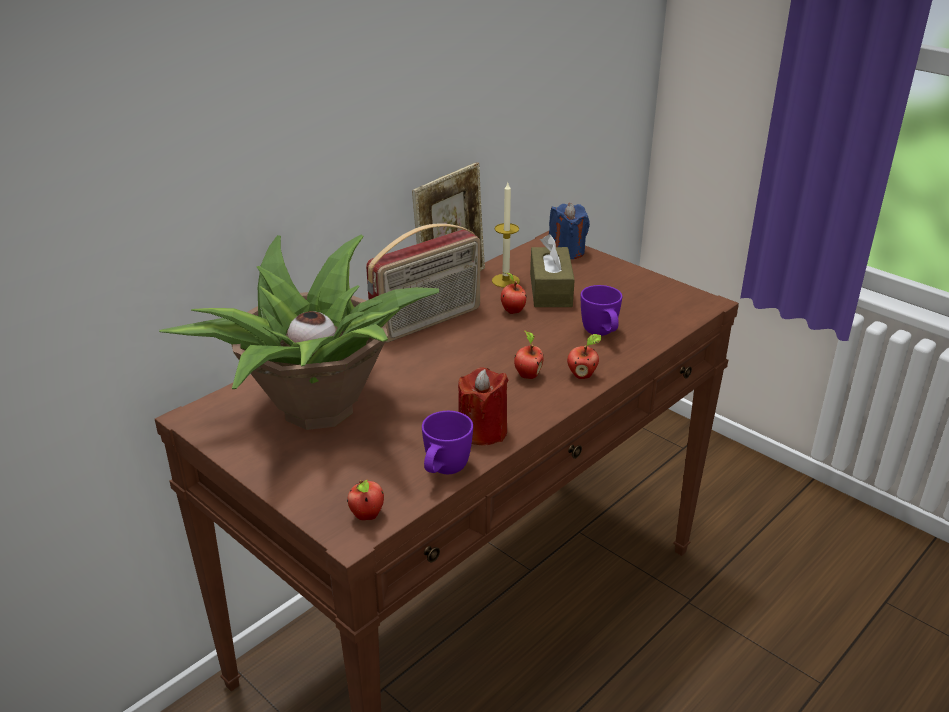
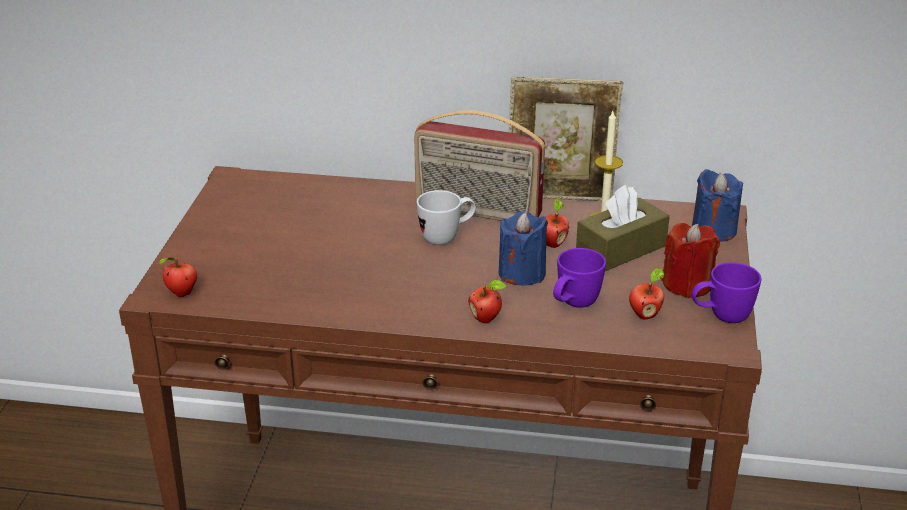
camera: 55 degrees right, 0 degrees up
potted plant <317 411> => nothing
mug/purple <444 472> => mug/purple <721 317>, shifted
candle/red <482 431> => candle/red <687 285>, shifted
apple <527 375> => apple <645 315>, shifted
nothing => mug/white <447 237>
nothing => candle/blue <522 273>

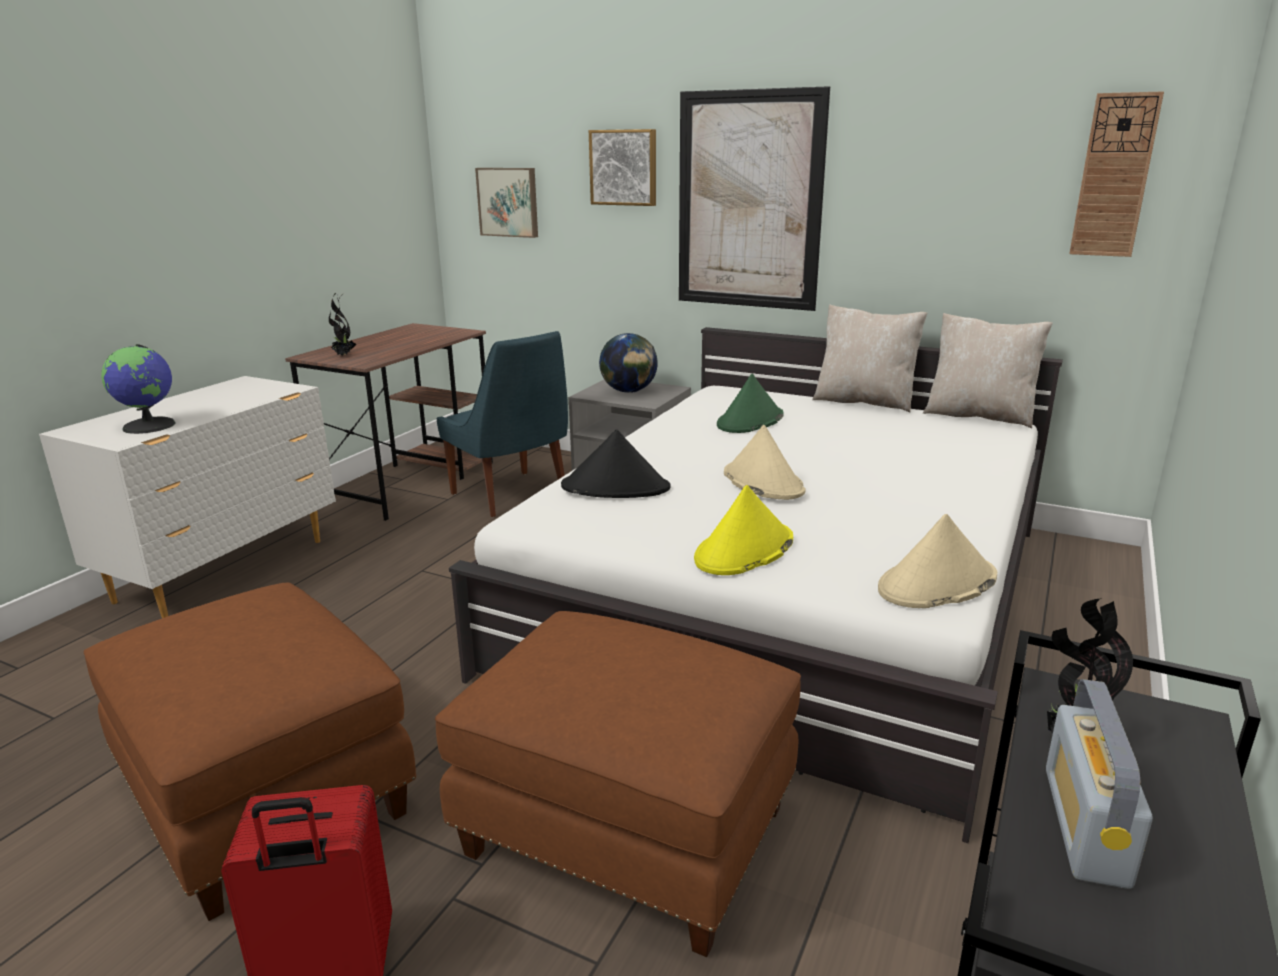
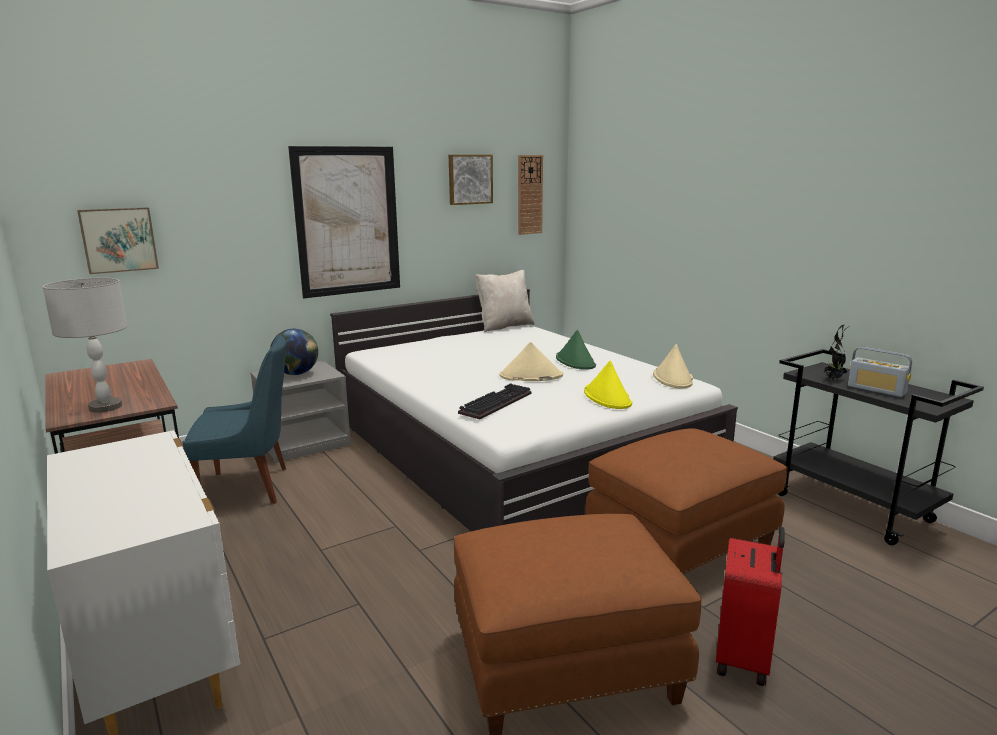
camera: 60 degrees left, 5 degrees down
globe <150 426> => nothing
potted plant <343 355> => table lamp/grey <105 407>
hat/black <616 488> => keyboard <495 402>
picture <624 167> => picture <469 179>, shifted
hat/green <750 421> => hat/green <575 361>, shifted
pillow/beige <864 402> => nothing

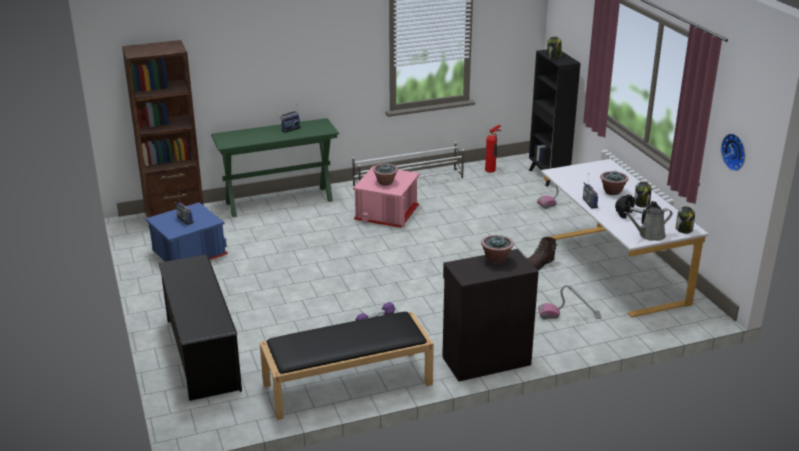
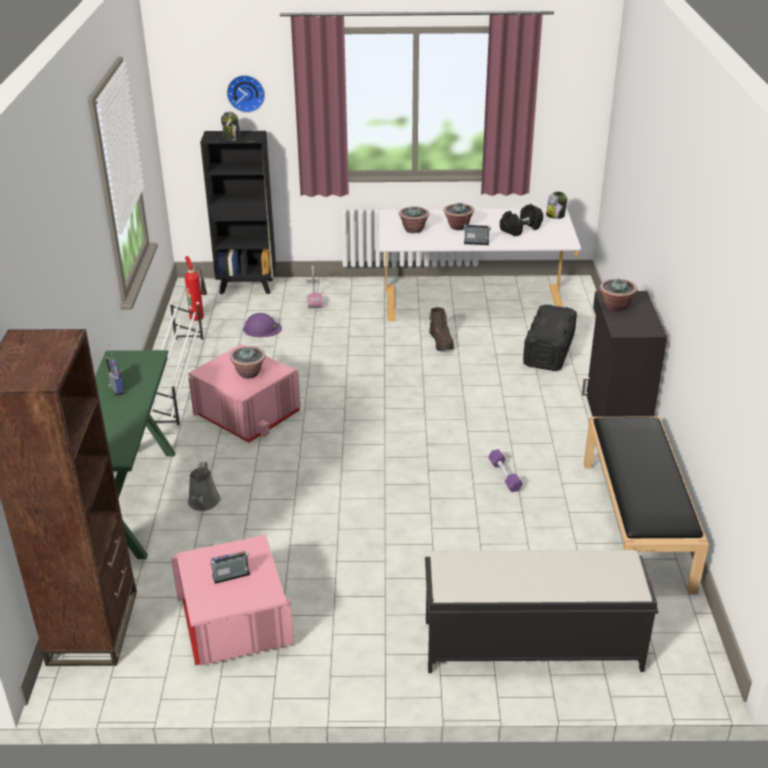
camera: 70 degrees left, 5 degrees up
storage box/blue <188 254> => storage box/pink <233 625>
shoe rack/black <202 353> => bench/black <529 645>
vacuum cleaner <569 315> => storage box/black <549 350>
watering can/grey <649 235> => watering can/grey <203 503>, shifted
jar <642 204> => nothing
wall clock <735 151> => wall clock <246 92>, shifted
nothing => hard hat/purple <262 329>
nothing => potted plant <413 230>

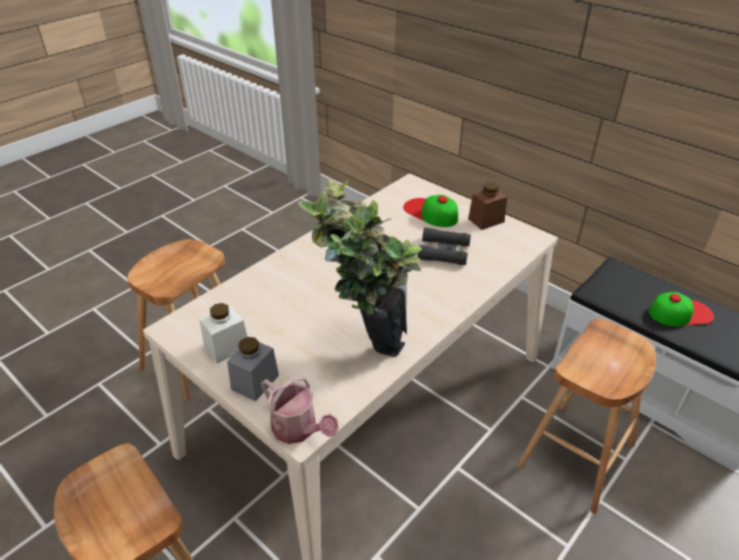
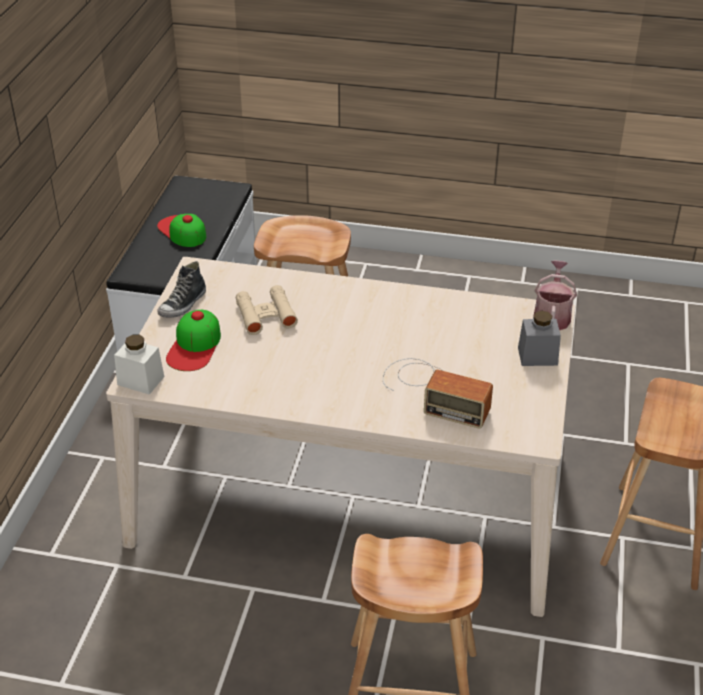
camera: 120 degrees left, 0 degrees up
jar/white <227 347> => jar/white <141 380>, shifted
potted plant <363 341> => nothing
binoculars/black <443 252> => binoculars/beige <266 315>
jar/brown <486 220> => shoe <183 305>
nothing => radio <433 391>

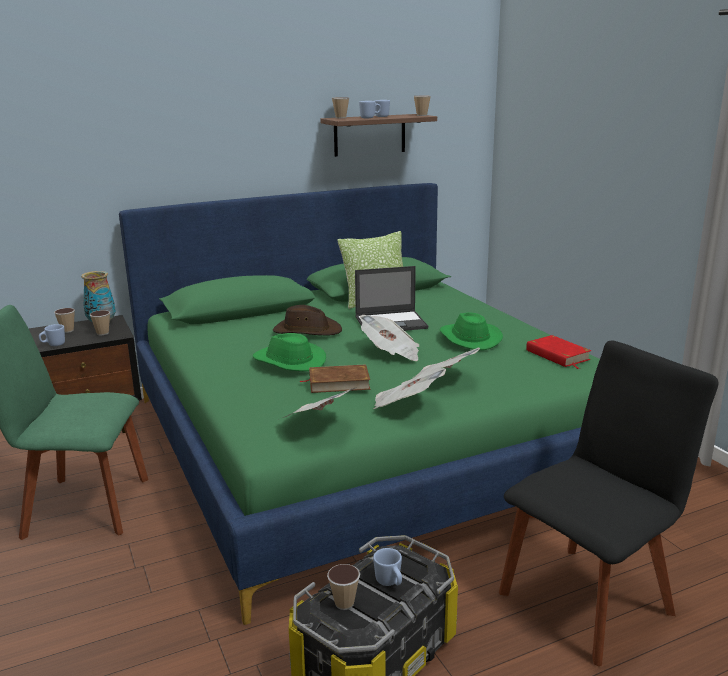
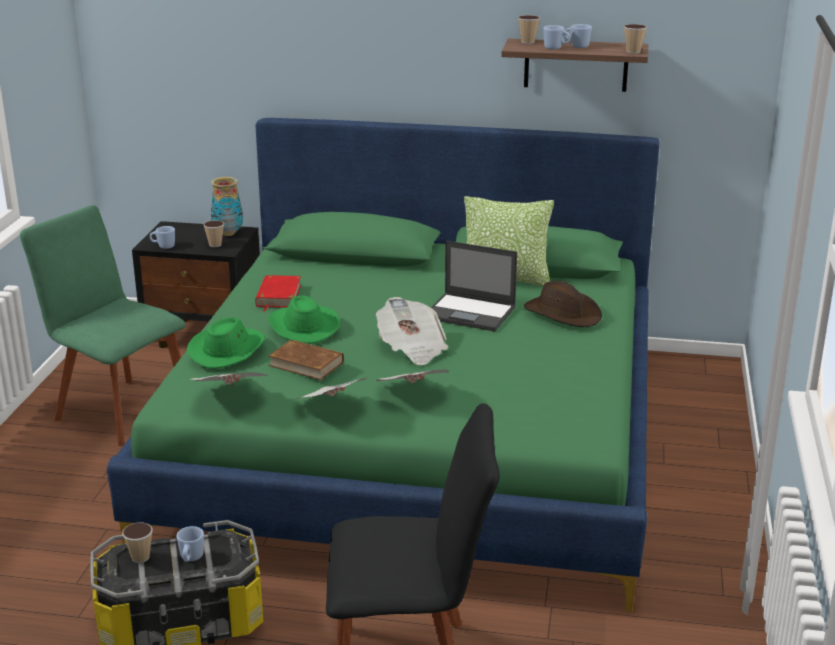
camera: 35 degrees right, 5 degrees up
cup <67 330> => nothing
hat/brown <307 331> => hat/brown <563 313>, shifted
hat/green <469 338> => hat/green <227 350>, shifted
book/red <557 355> => book/red <278 296>, shifted

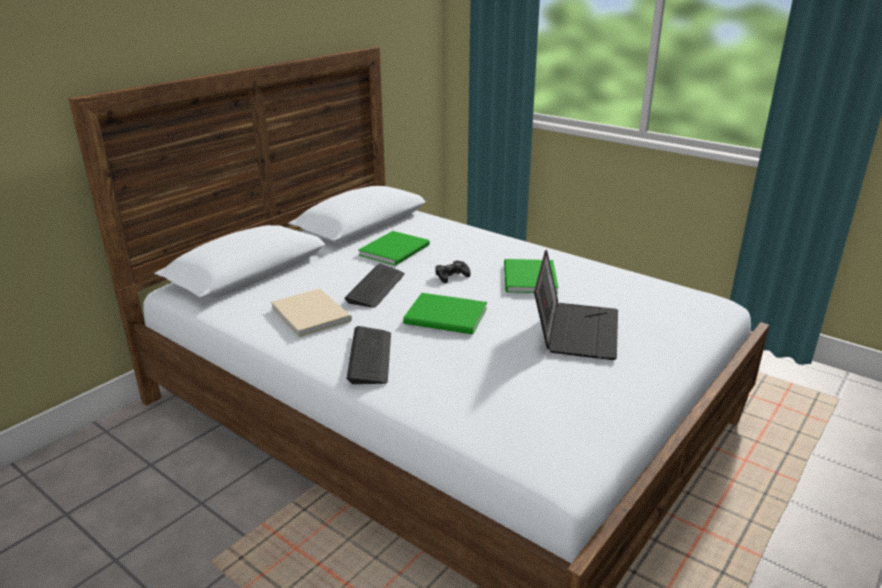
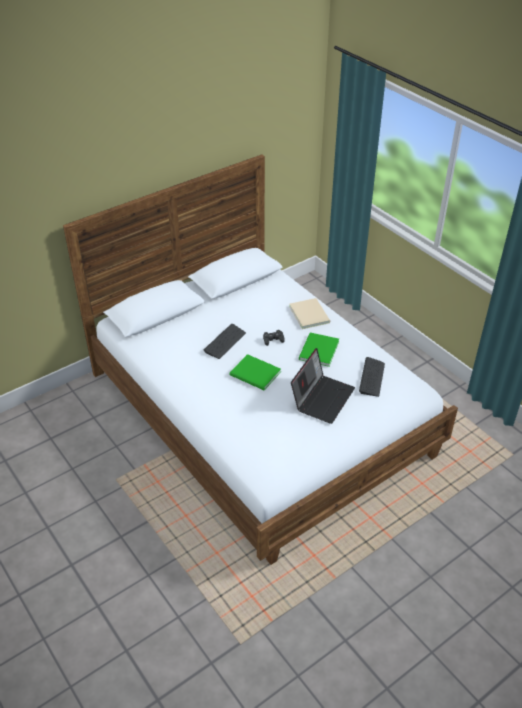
camera: 15 degrees right, 15 degrees up
book/beige <311 313> => book/beige <309 313>, shifted
keyboard <370 357> => keyboard <372 378>, shifted
book/green <397 250> => nothing

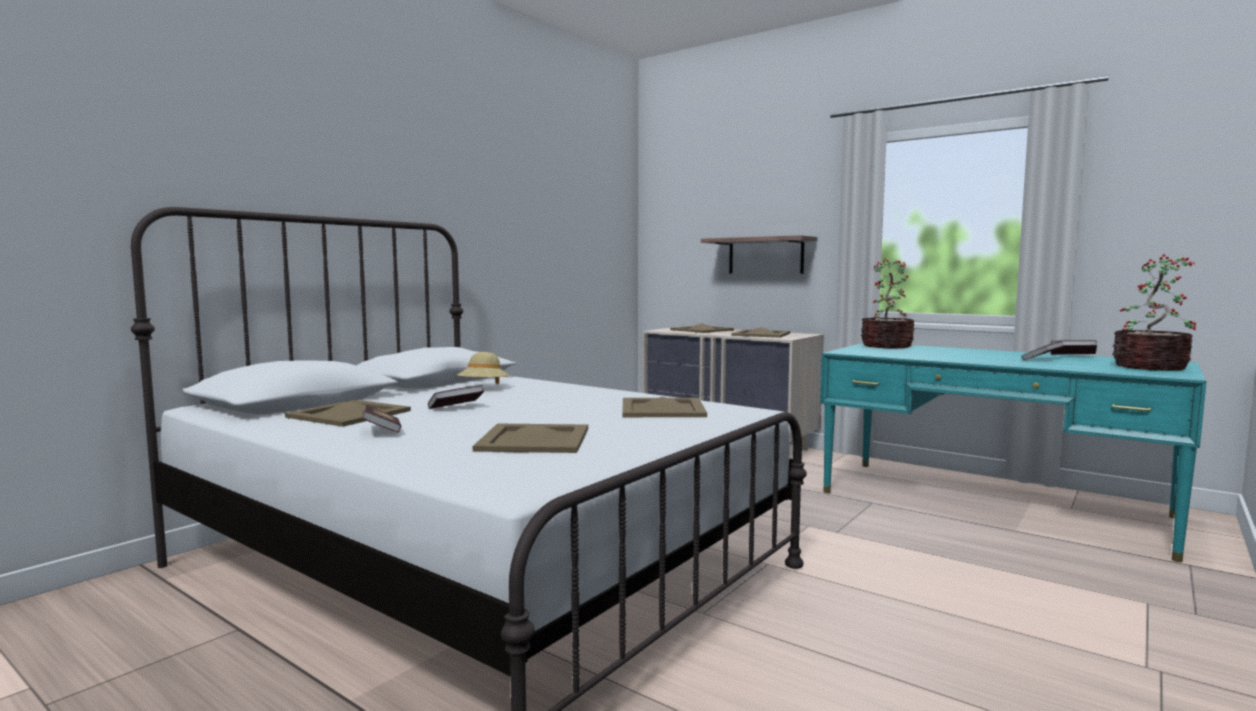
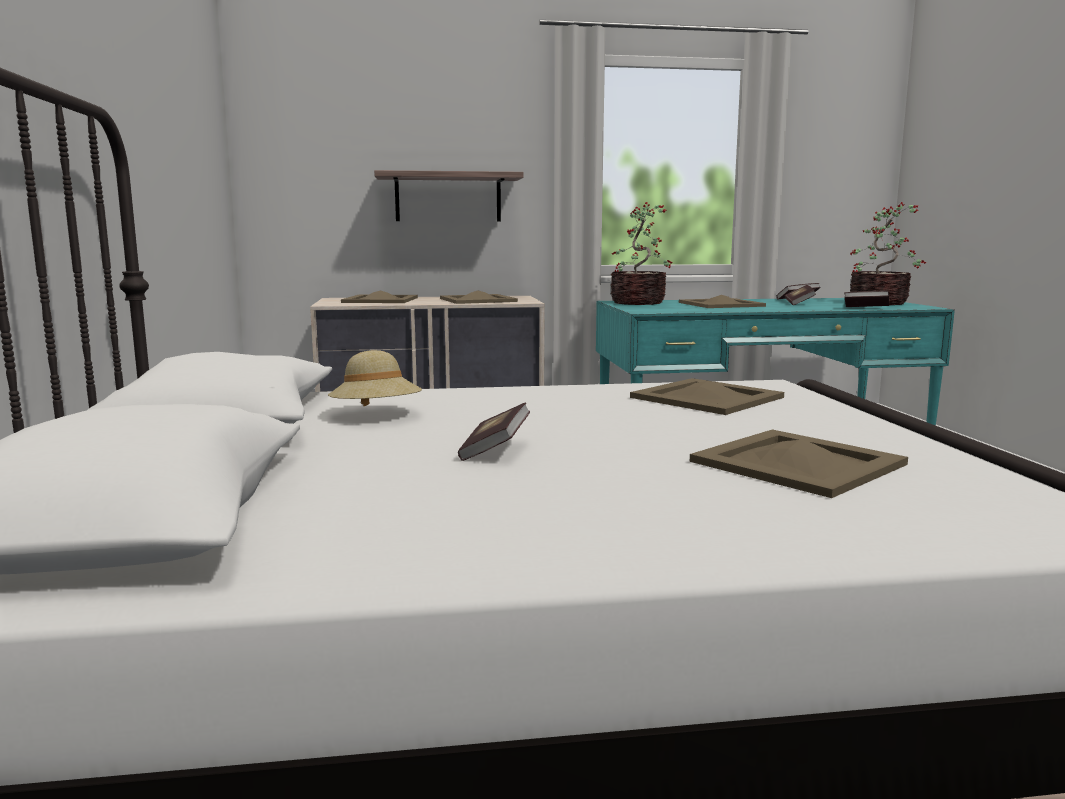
camera: 45 degrees left, 5 degrees up
tray/beige <348 414> => tray/beige <720 304>, shifted
book <382 431> => book <866 308>, shifted

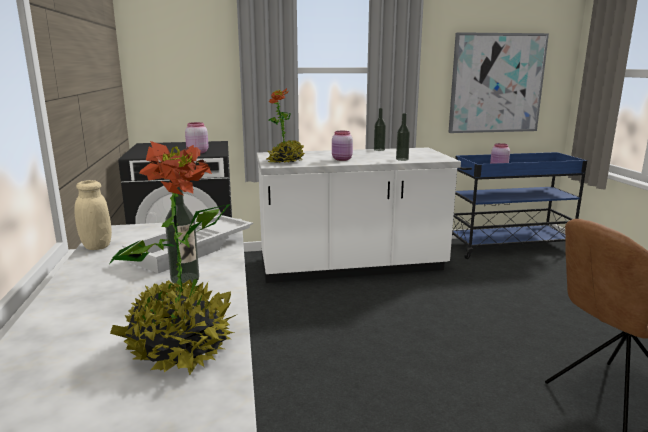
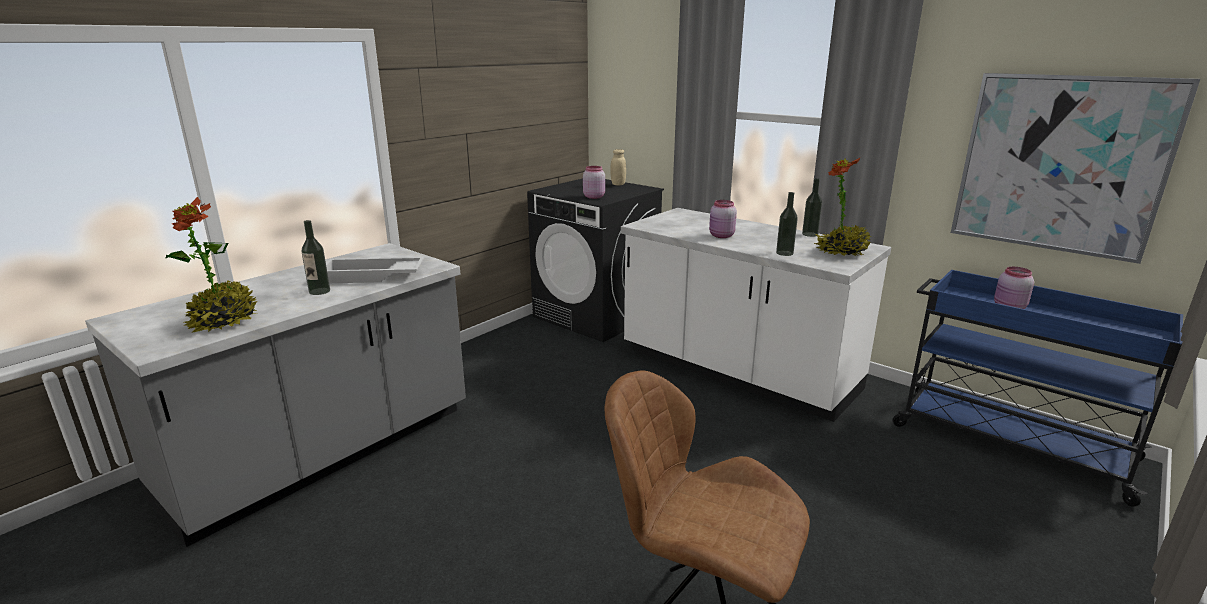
camera: 50 degrees right, 5 degrees up
jar/beige <96 246> => jar/beige <618 184>, shifted
potted plant <286 161> => potted plant <841 252>, shifted

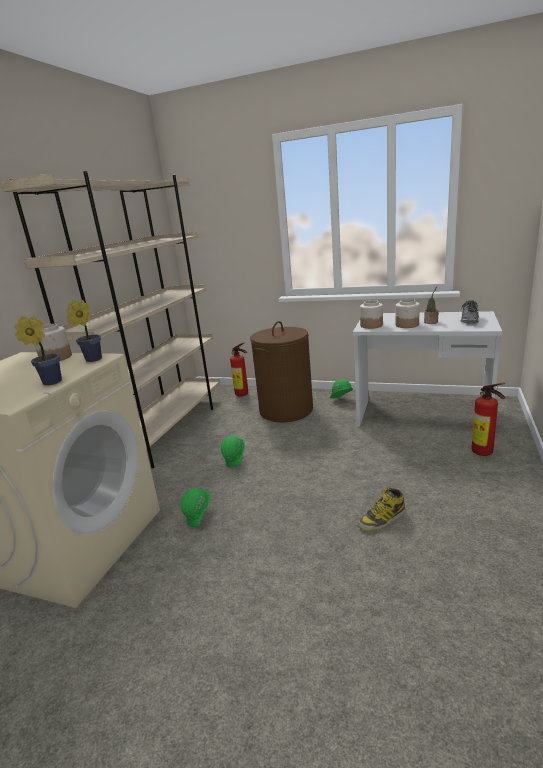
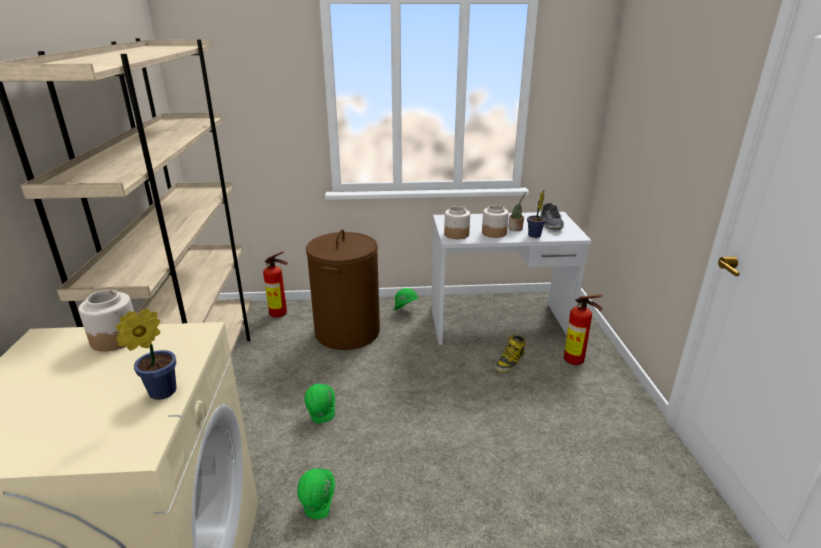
camera: 25 degrees left, 5 degrees up
potted plant <91 360> => potted plant <534 236>, shifted
boot <382 519> => boot <510 362>, shifted

